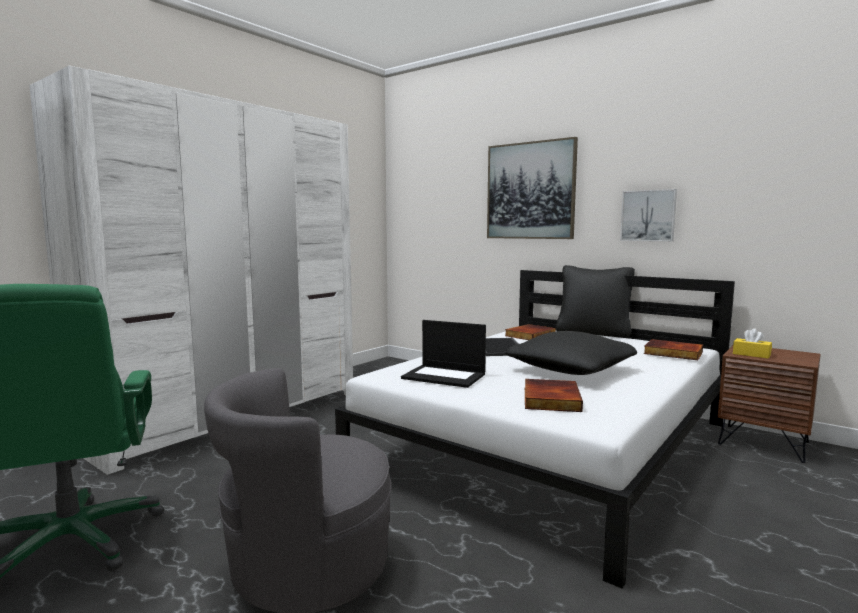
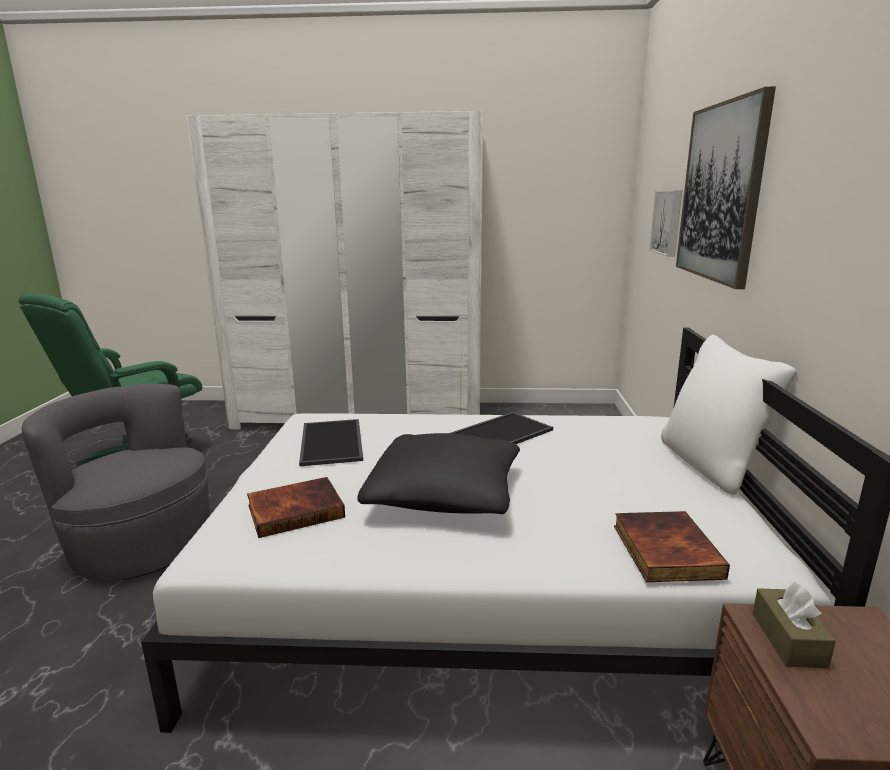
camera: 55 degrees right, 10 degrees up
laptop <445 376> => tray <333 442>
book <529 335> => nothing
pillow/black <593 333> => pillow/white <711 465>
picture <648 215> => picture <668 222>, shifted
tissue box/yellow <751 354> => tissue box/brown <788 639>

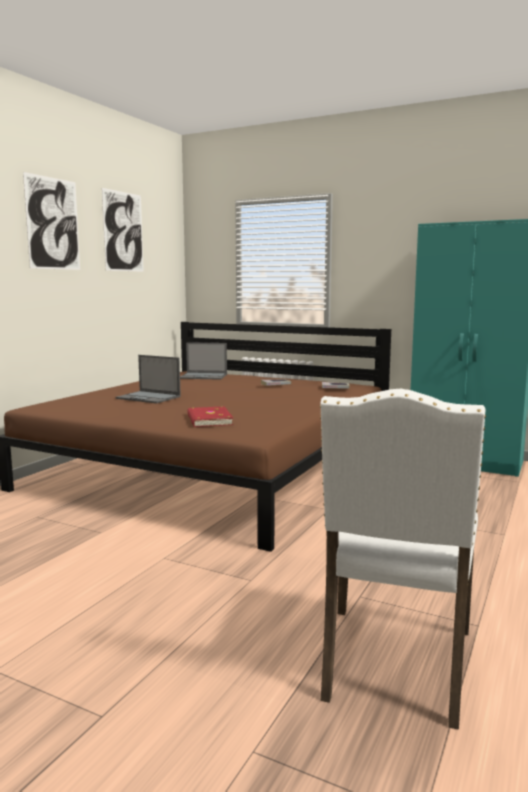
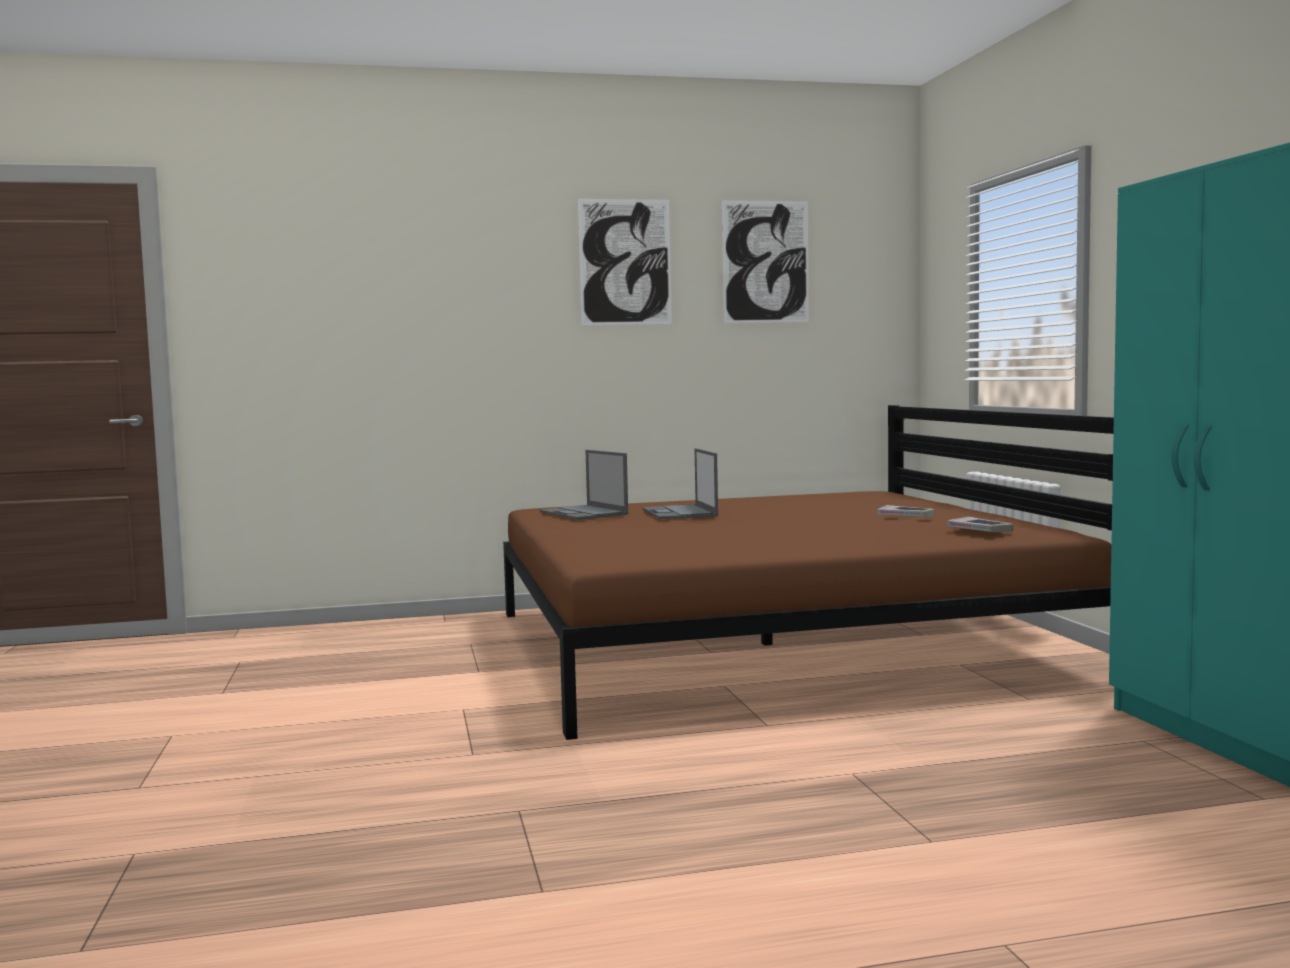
camera: 50 degrees right, 5 degrees down
laptop <204 376> => laptop <584 513>, shifted
book/red <208 420> => nothing
chair/white <394 664> => nothing

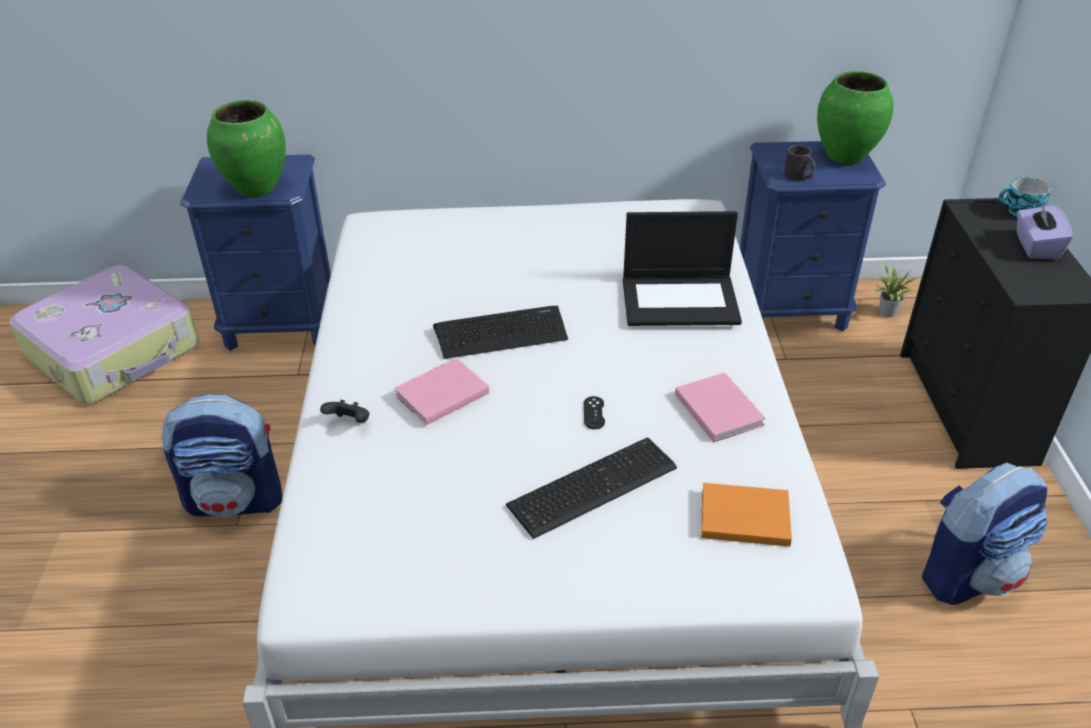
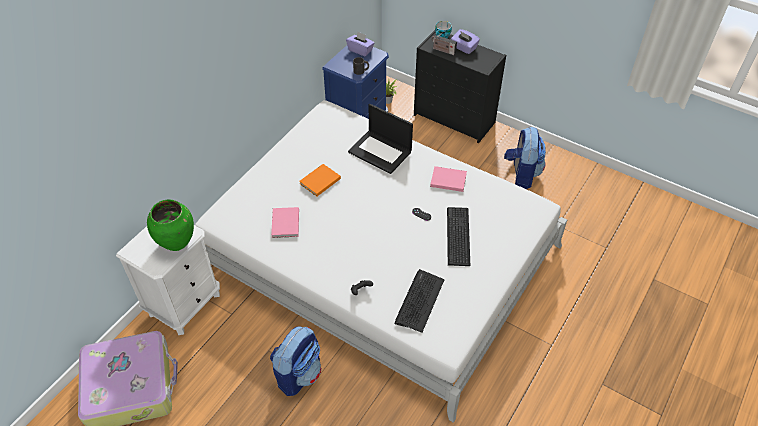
camera: 55 degrees left, 10 degrees up
nightstand/blue <281 325> => nightstand/white <185 304>
book/pink <439 394> => book/pink <285 224>, shifted
keyboard <501 333> => keyboard <419 301>, shifted
laptop <681 300> => laptop <381 152>, 90 degrees clockwise
book/orange <742 516> => book/orange <319 181>, shifted
vase/green <844 156> => tissue box/purple <360 50>
nothing => radio <443 50>

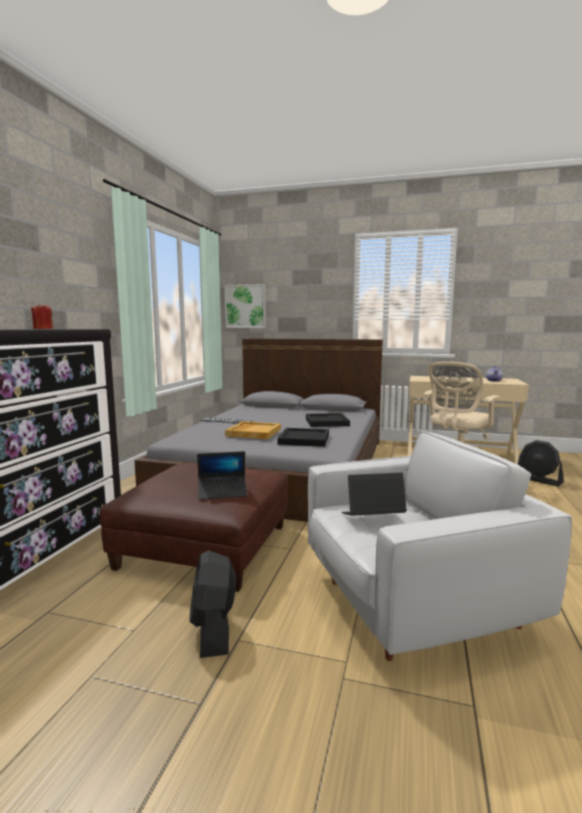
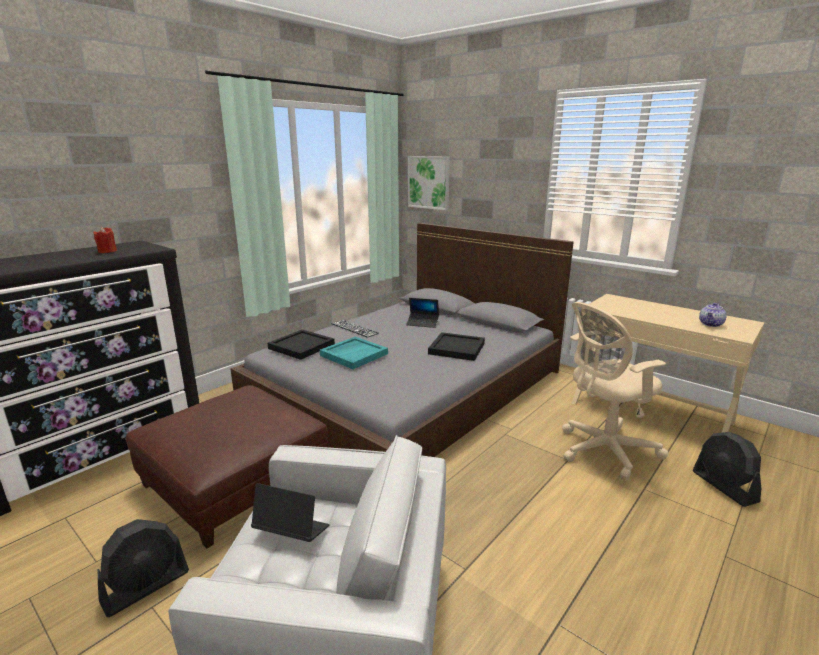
camera: 25 degrees right, 10 degrees up
fan/black <213 629> => fan/black <146 586>, 150 degrees counterclockwise
laptop <222 492> => laptop <422 323>, shifted
tray/beige <253 432> => tray/turquoise <354 354>
tray/black <304 439> => tray/black <301 347>, shifted

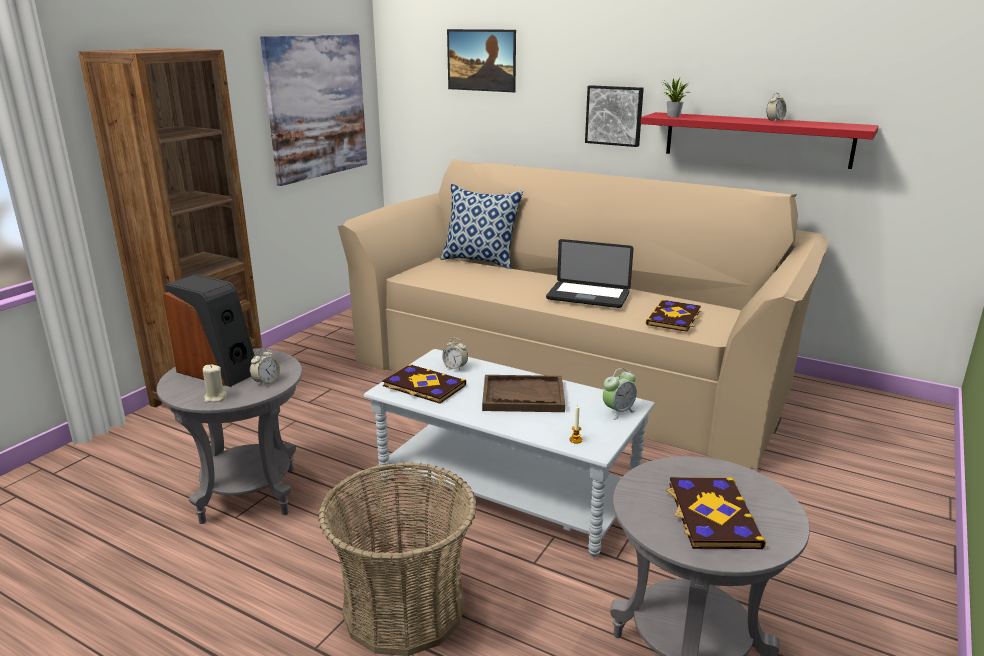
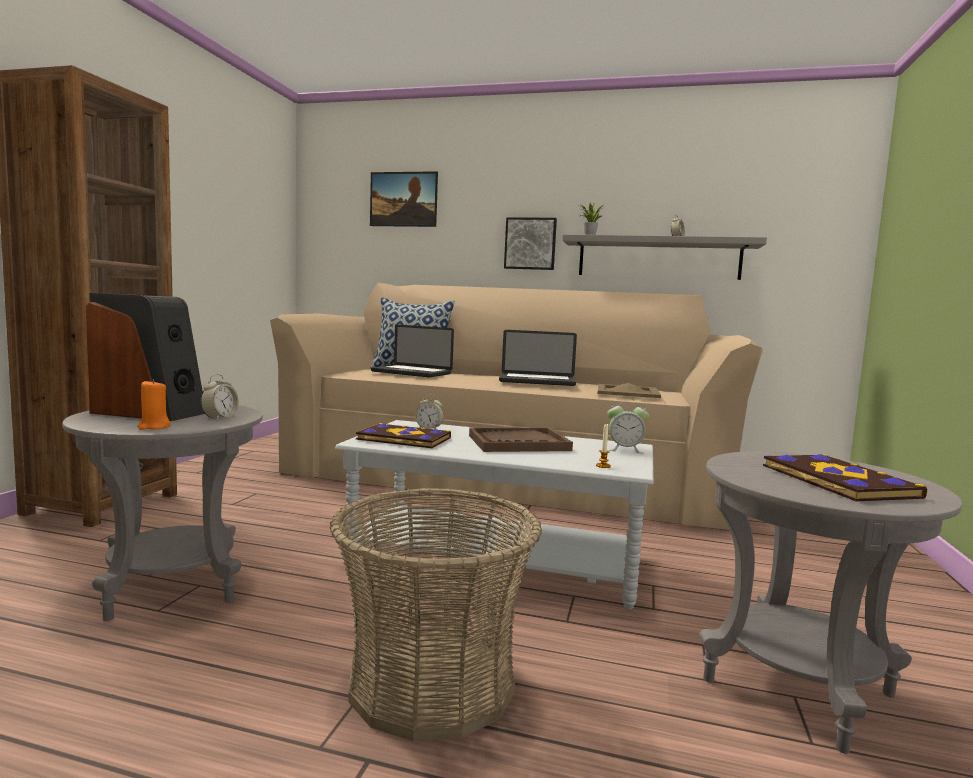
camera: 15 degrees left, 15 degrees down
candle/beige <215 398> => candle/orange <154 427>
picture <317 107> => nothing
alarm clock <618 411> => alarm clock <625 450>, 60 degrees clockwise
shelf/red <756 139> => shelf/grey <658 259>
book <674 318> => tray/beige <628 392>
nothing => laptop <411 373>

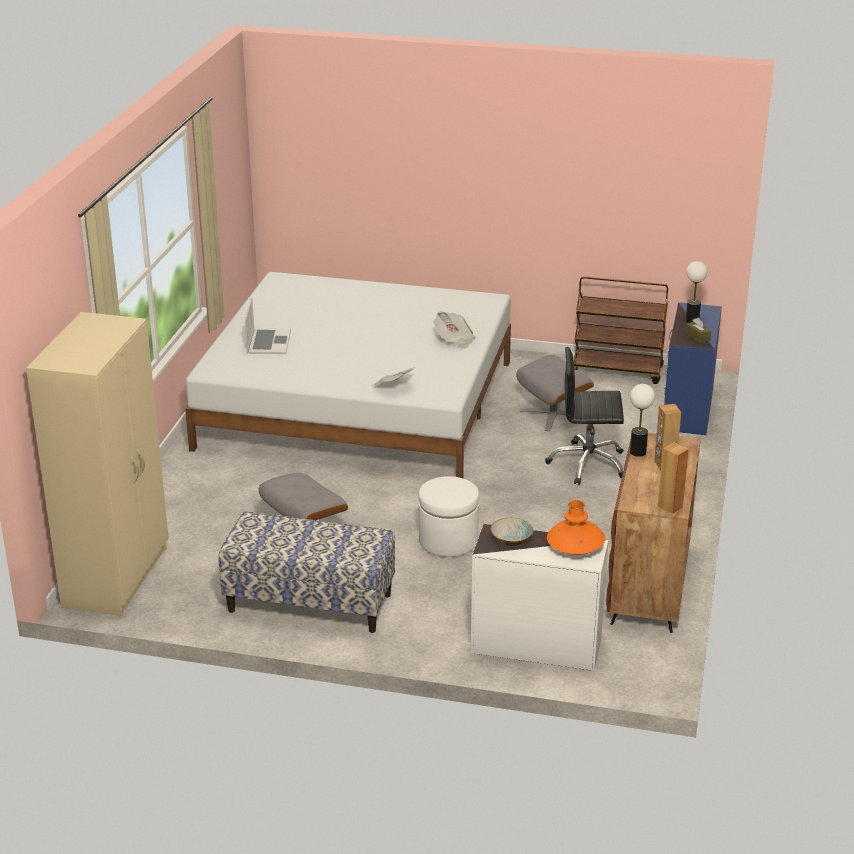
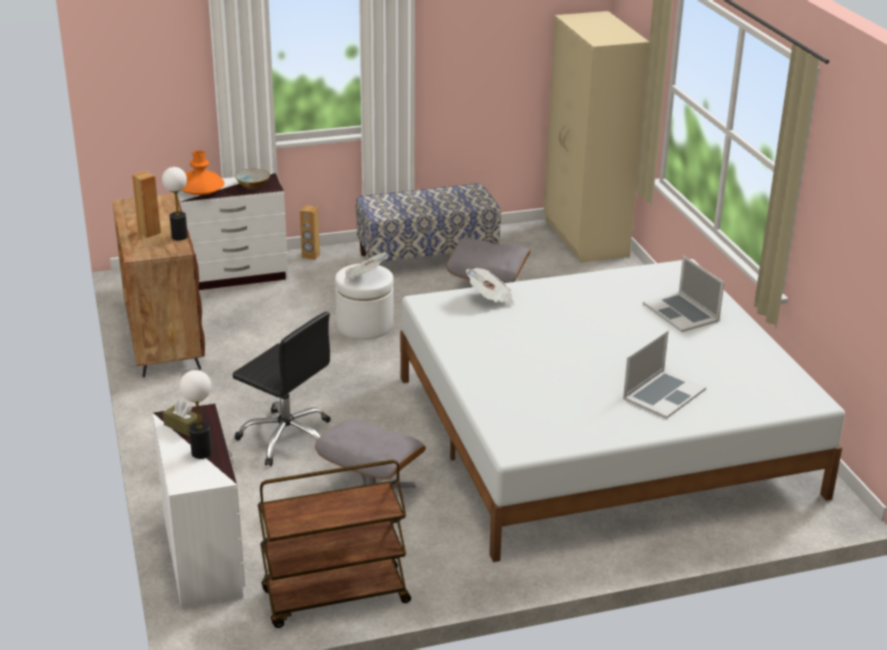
camera: 150 degrees right, 0 degrees up
newspaper <454 340> => newspaper <365 276>, shifted
office chair/black <588 464> => office chair/black <287 437>, 60 degrees clockwise
speaker/brown <670 506> => speaker/brown <310 256>, shifted
dresser/blue <687 409> => dresser/white <204 556>
nothing => laptop <663 394>

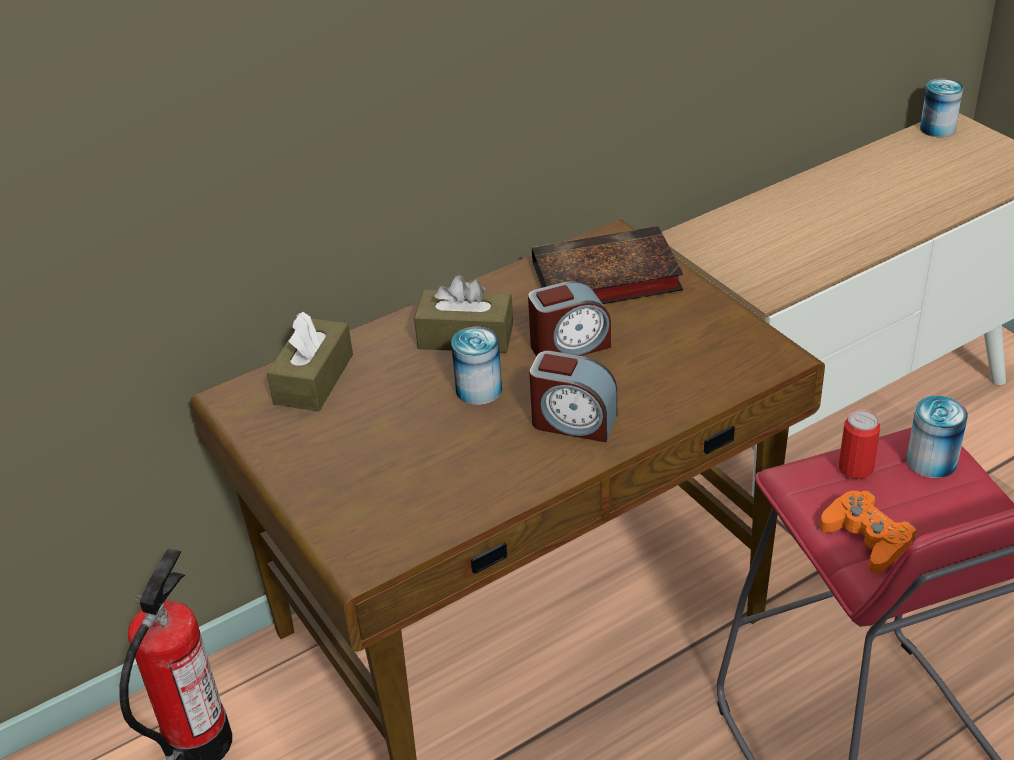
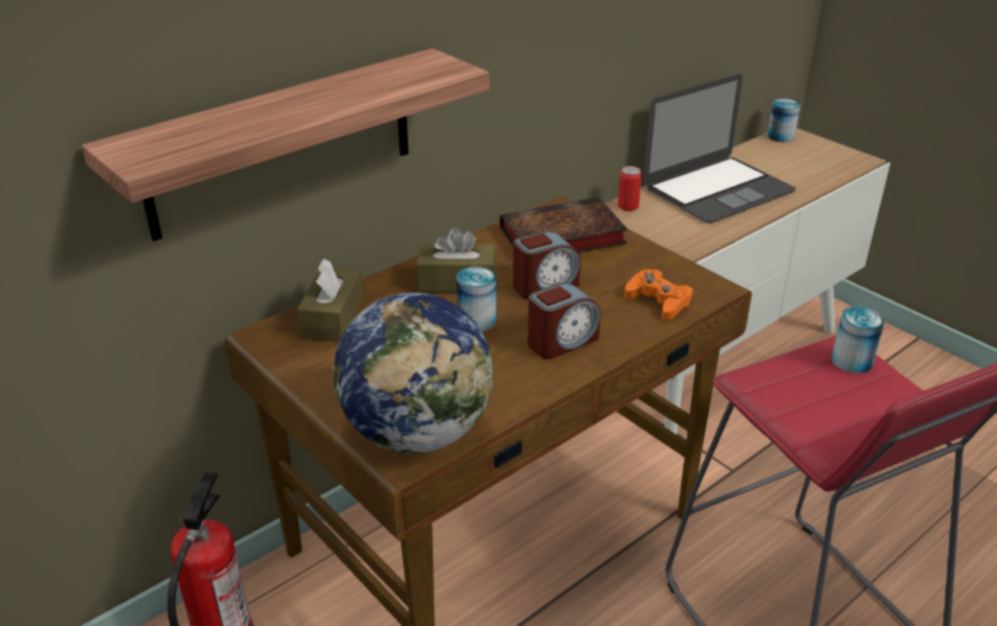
camera: 10 degrees left, 5 degrees down
alarm clock <573 422> => alarm clock <562 341>, 45 degrees counterclockwise
game controller/orange <867 538> => game controller/orange <658 301>, shifted
can <855 468> => can <628 206>, shifted
nothing => shelf <282 143>
nothing => globe <418 432>
nothing => laptop <718 189>

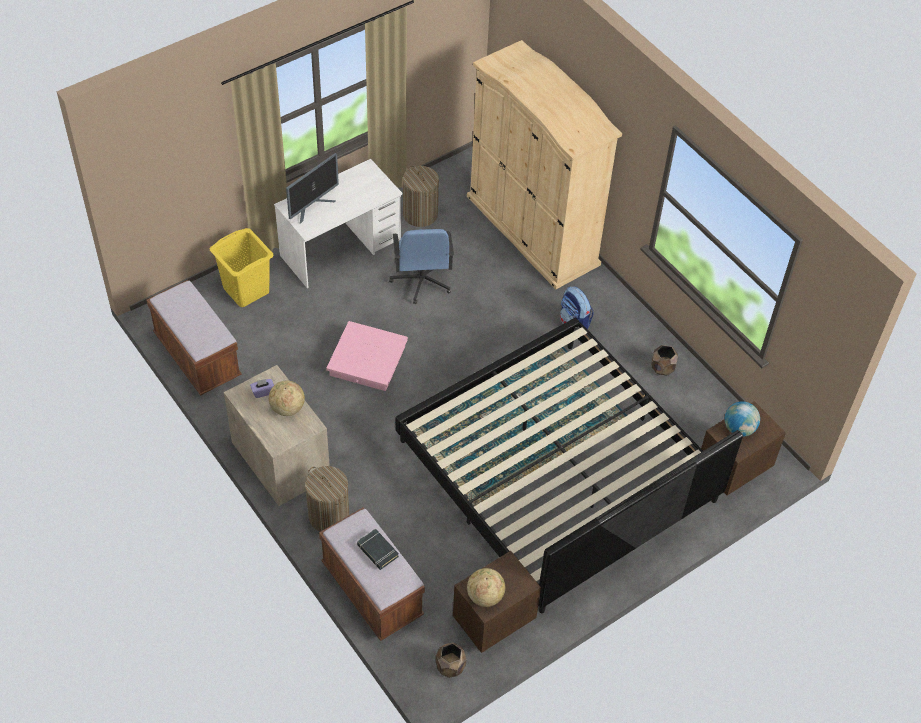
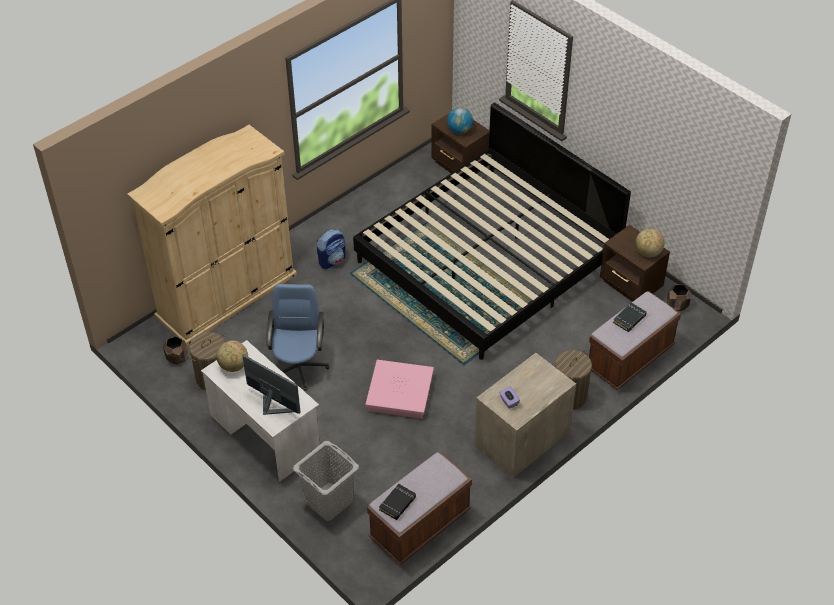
camera: 95 degrees left, 5 degrees down
laundry basket/yellow <246 289> => laundry basket/grey <328 501>
globe <287 408> => globe <233 366>, shifted
office chair/blue <421 281> => office chair/blue <299 367>, 75 degrees counterclockwise
planter/brown <662 368> => planter/brown <177 357>, shifted
nothing => book/black <397 503>

